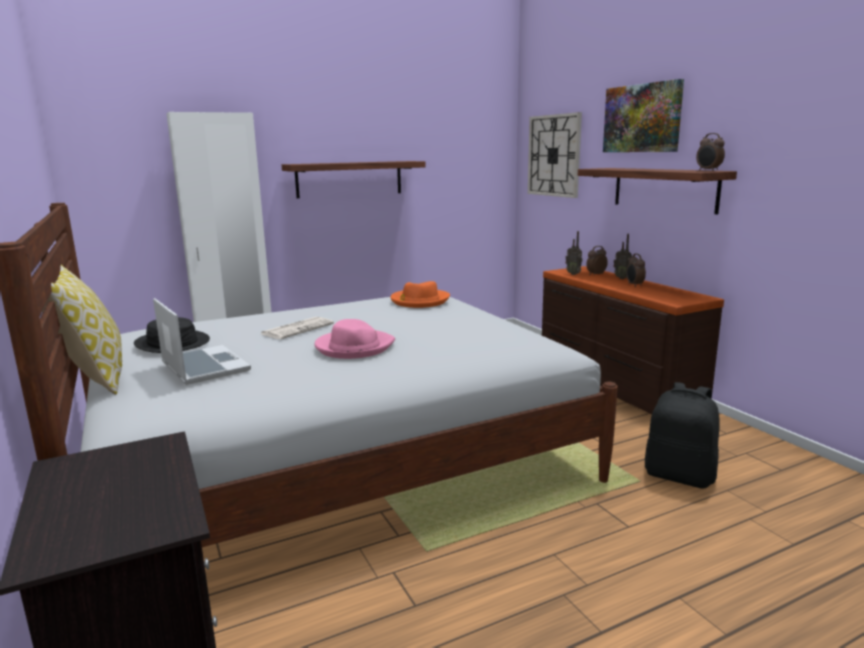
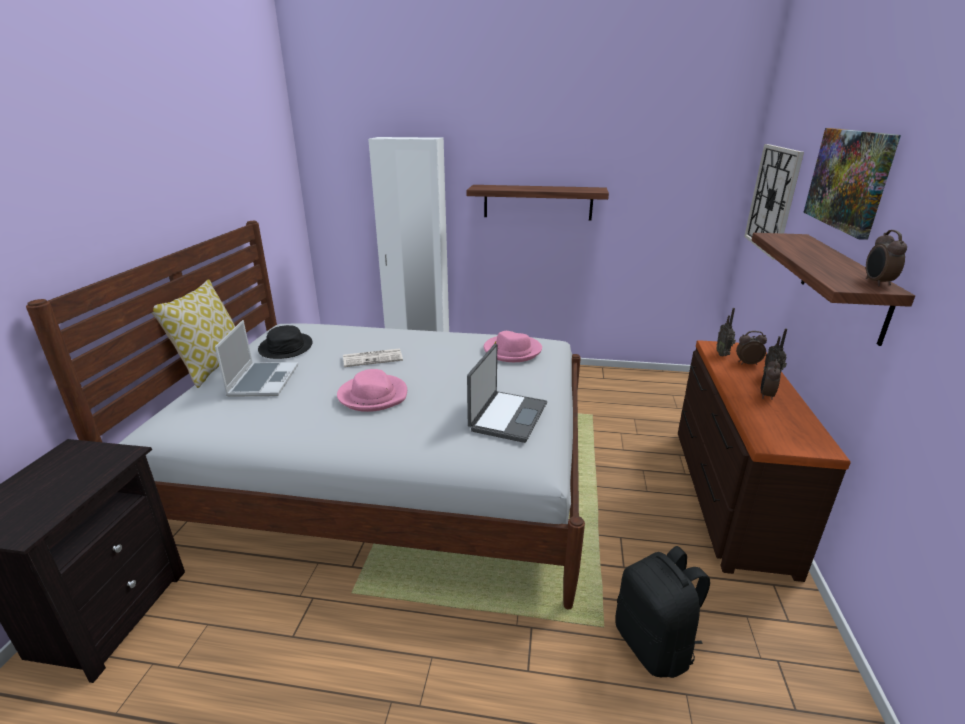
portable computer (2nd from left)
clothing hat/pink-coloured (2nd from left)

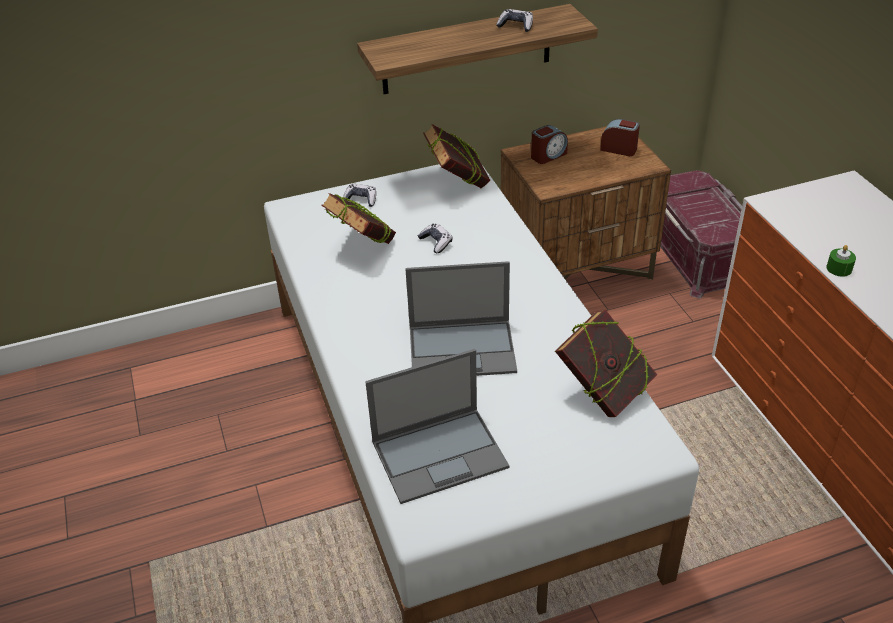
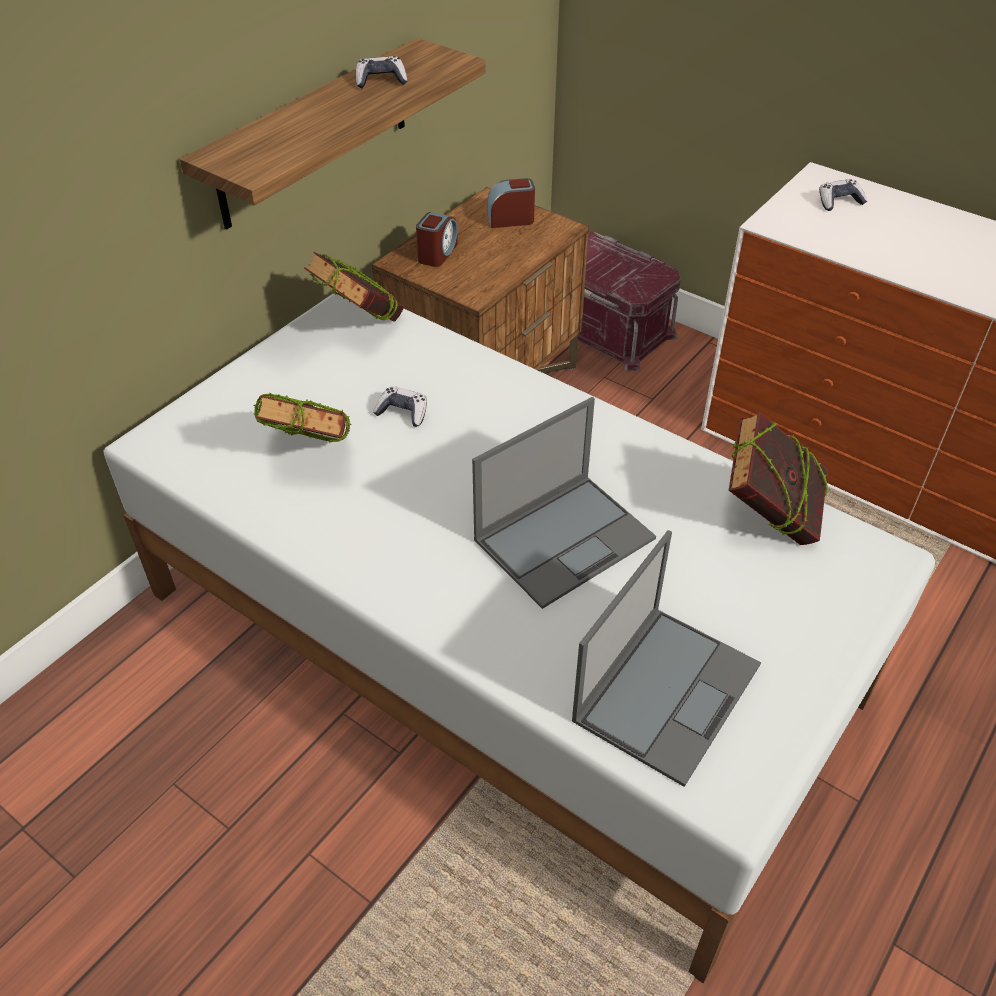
wax light/green-coloured
joypad (3rd from left)

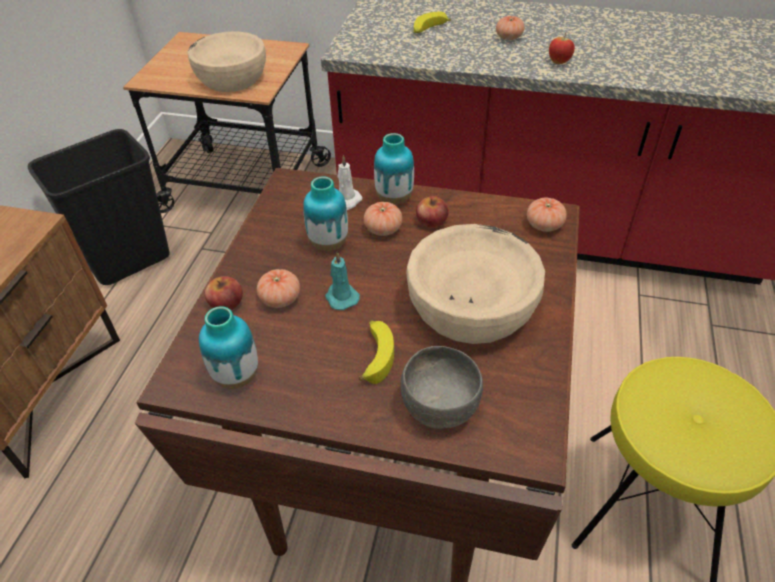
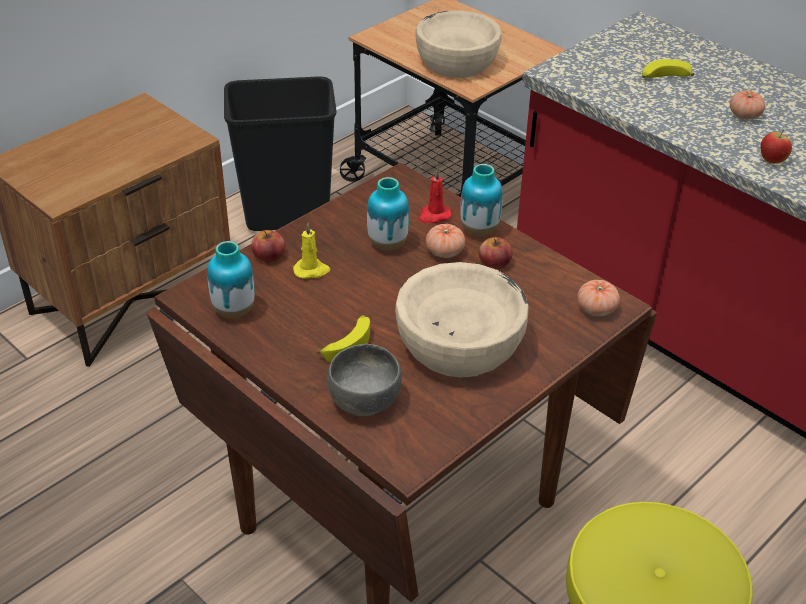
wax light/turquoise
wax light/yellow-coloured
wax light/red

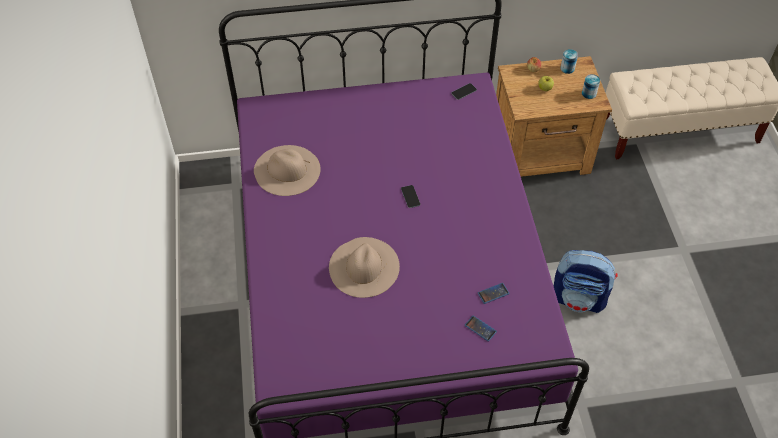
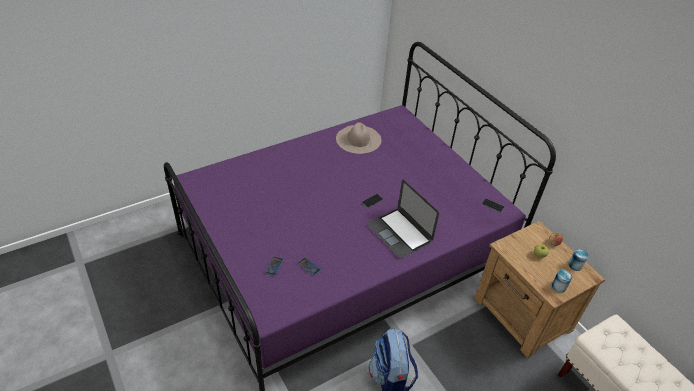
clothing hat/sand-coloured (2nd from left in the first image)
portable computer

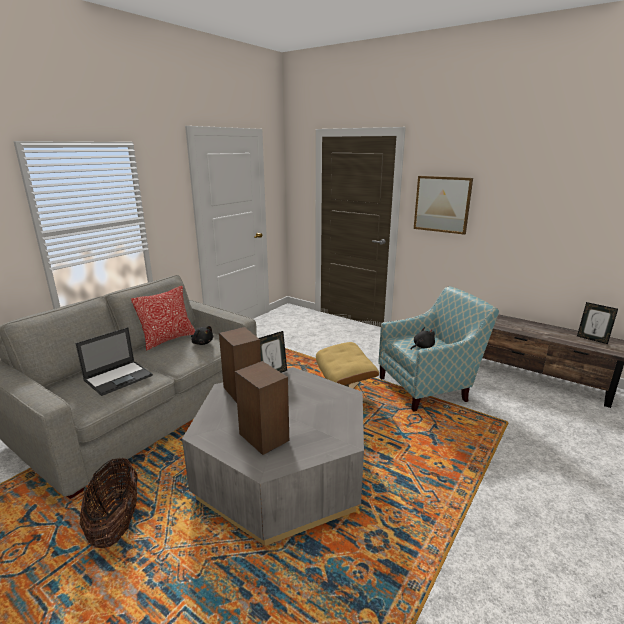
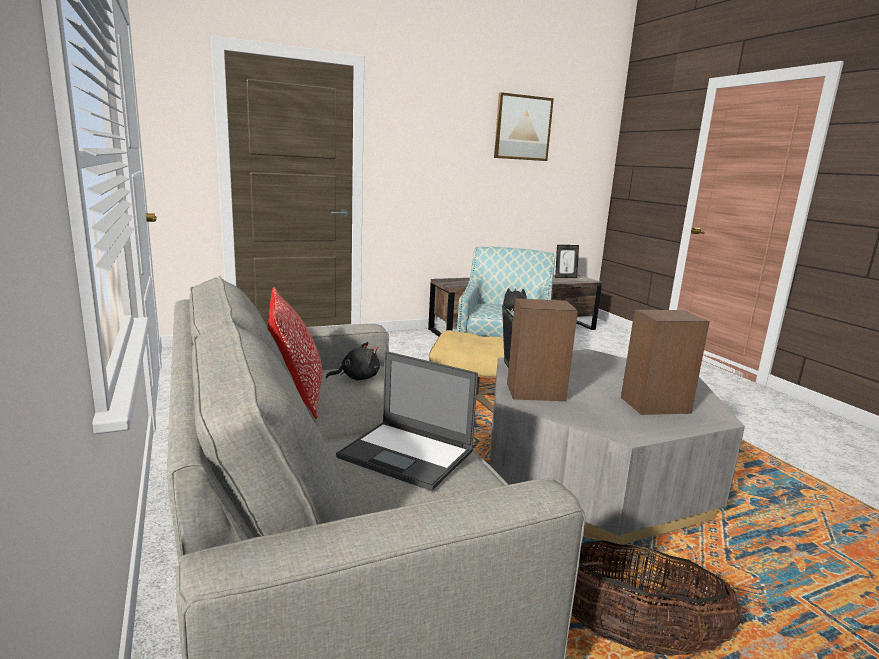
picture
portable computer

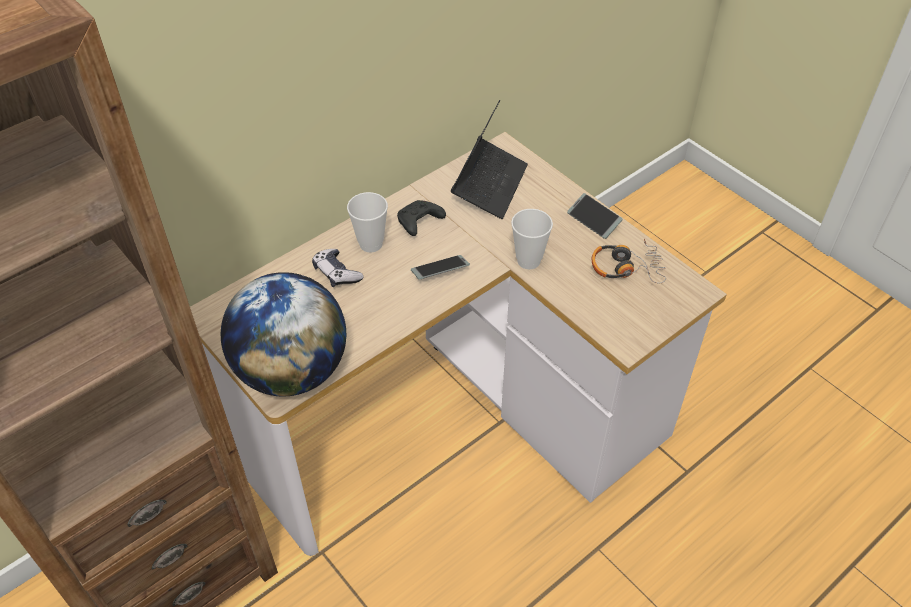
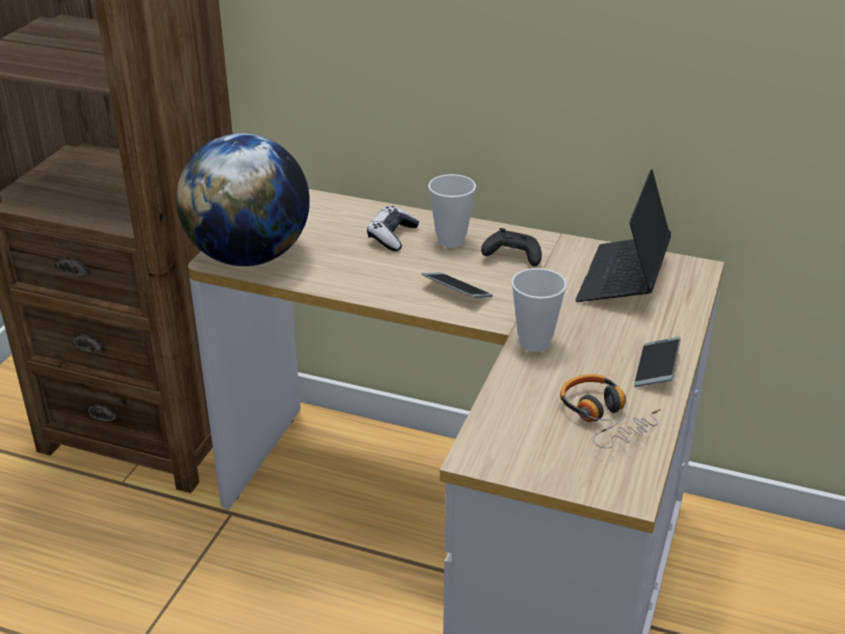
portable computer

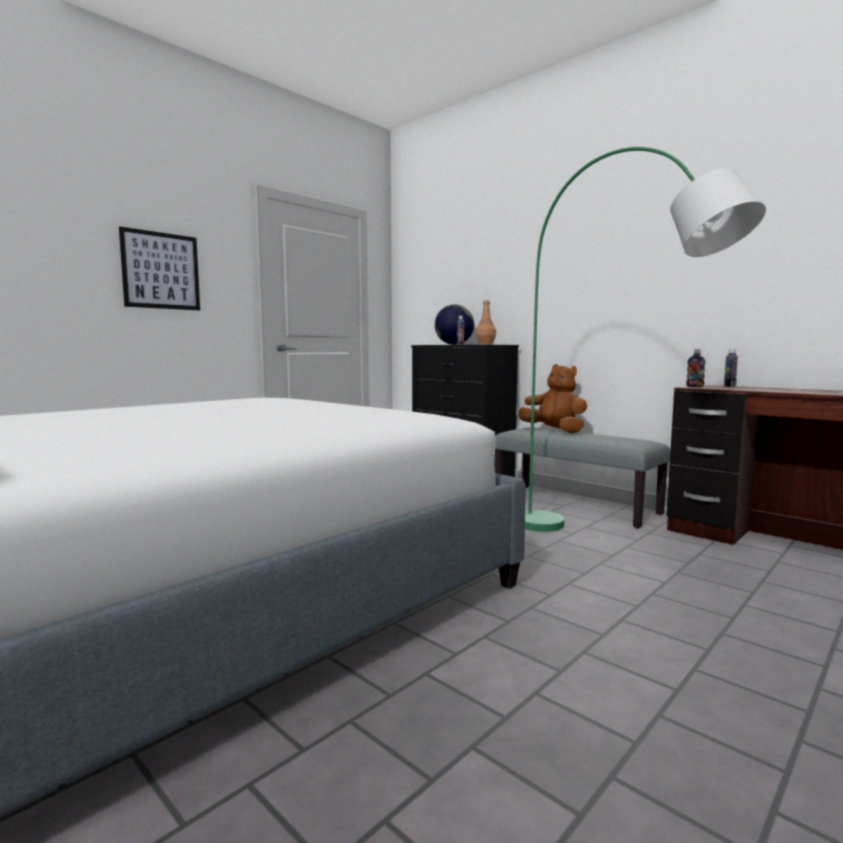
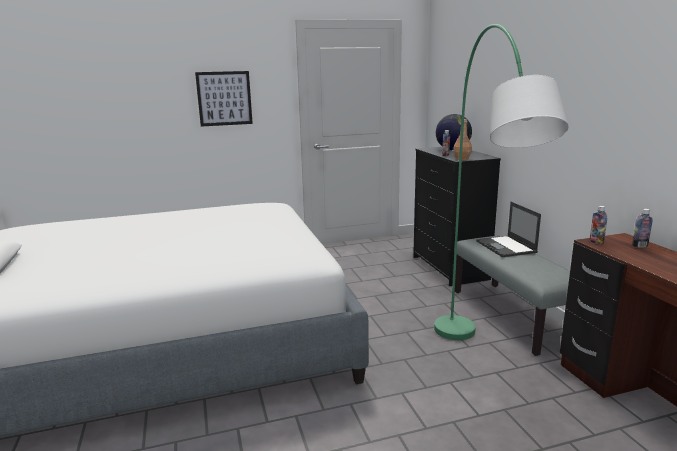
portable computer

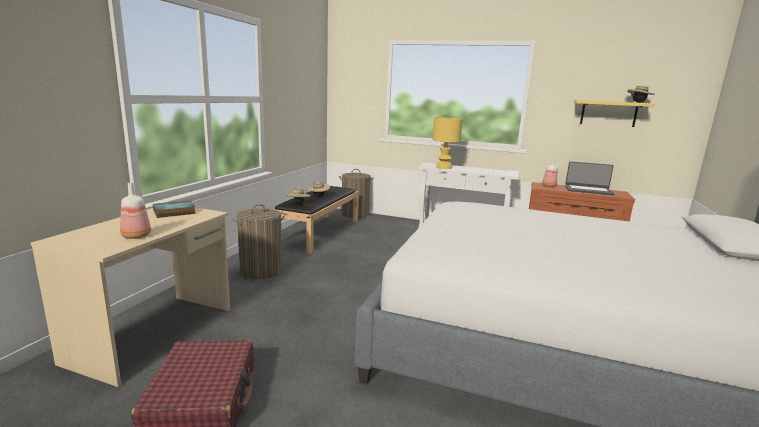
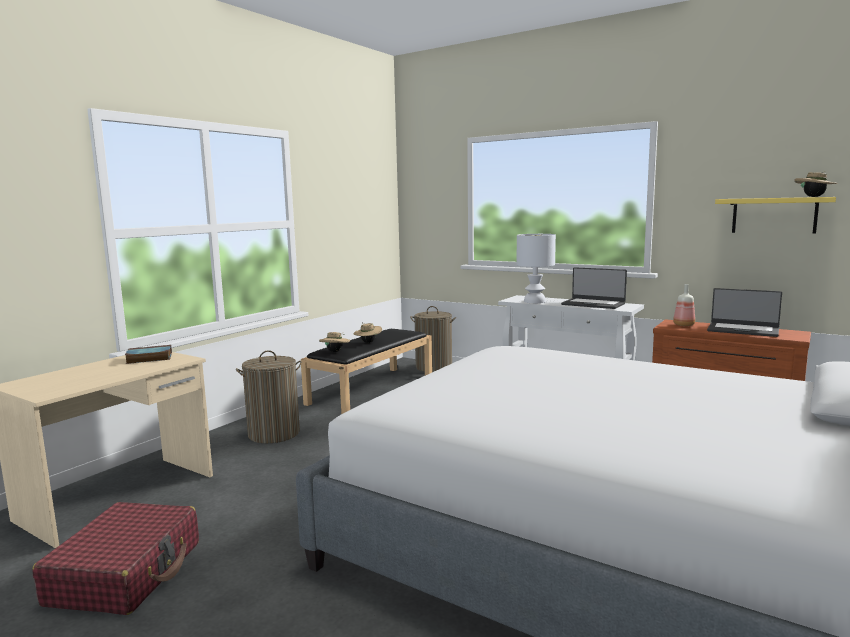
bottle (1st from left in the first image)
portable computer (1st from left)
lamp for a table/white-coloured

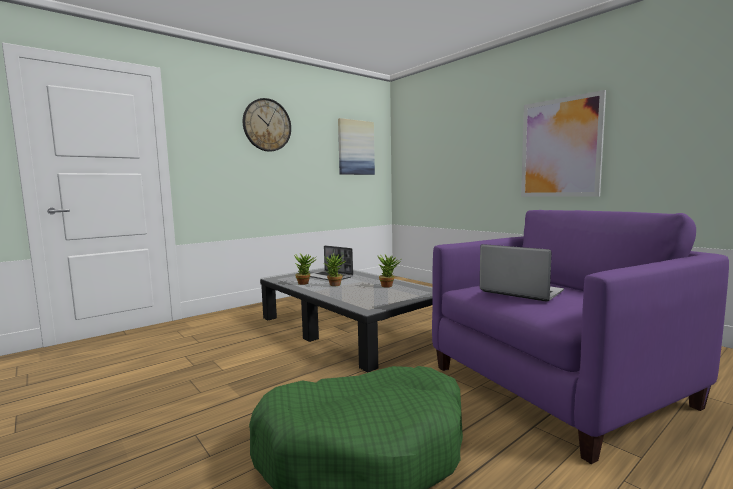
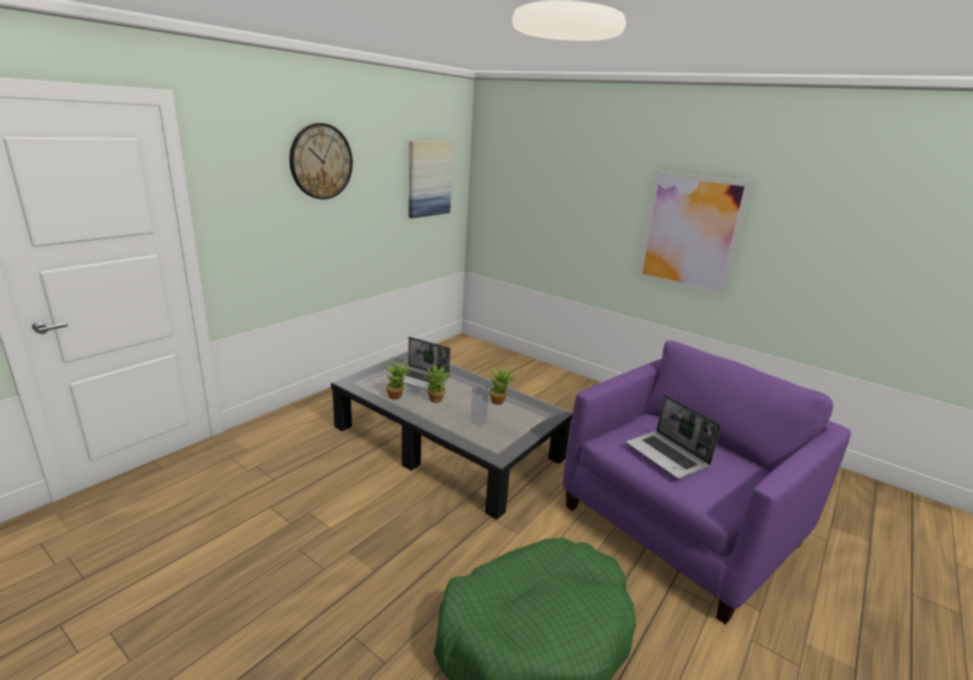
portable computer (2nd from left)

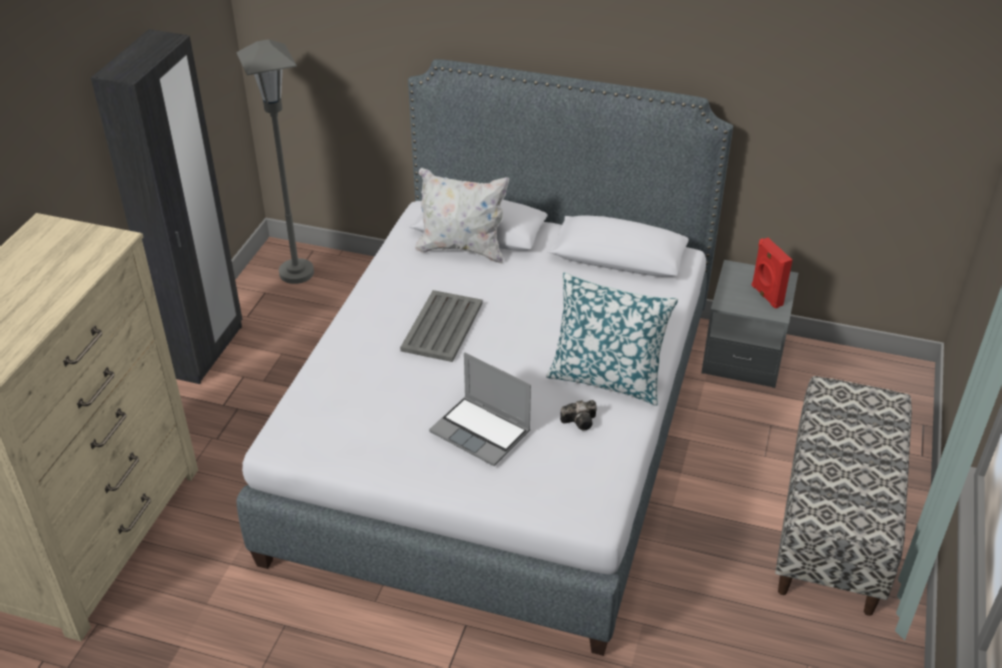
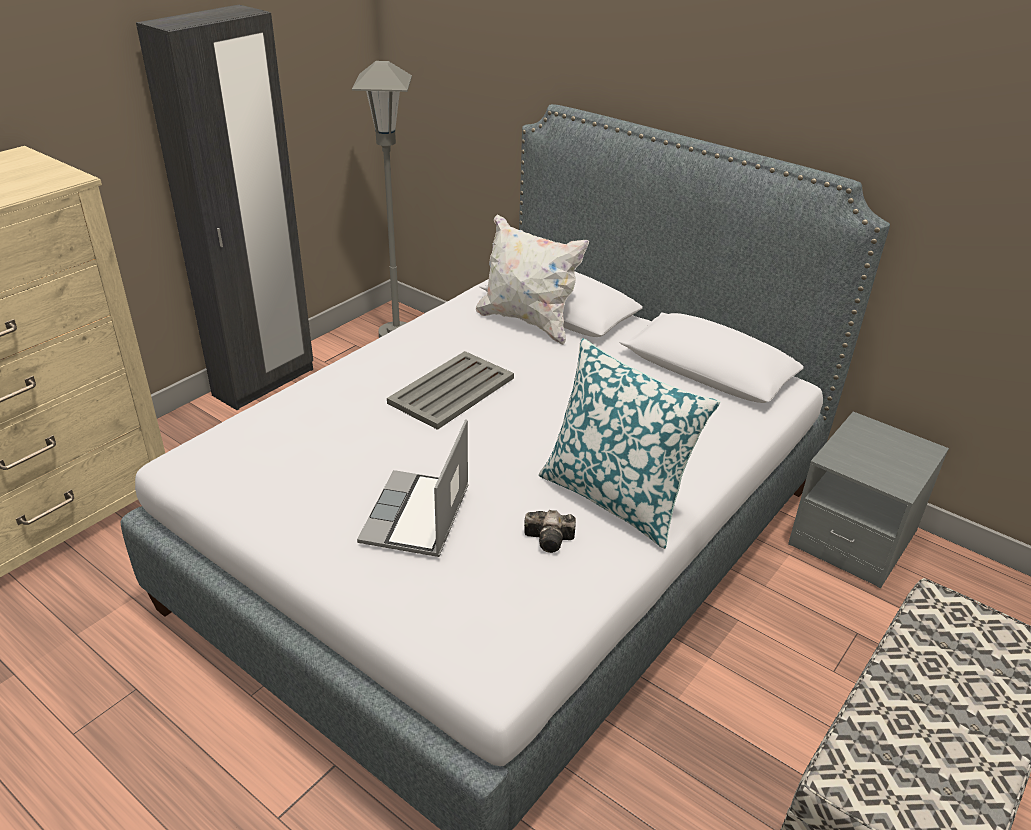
speaker/red
portable computer

